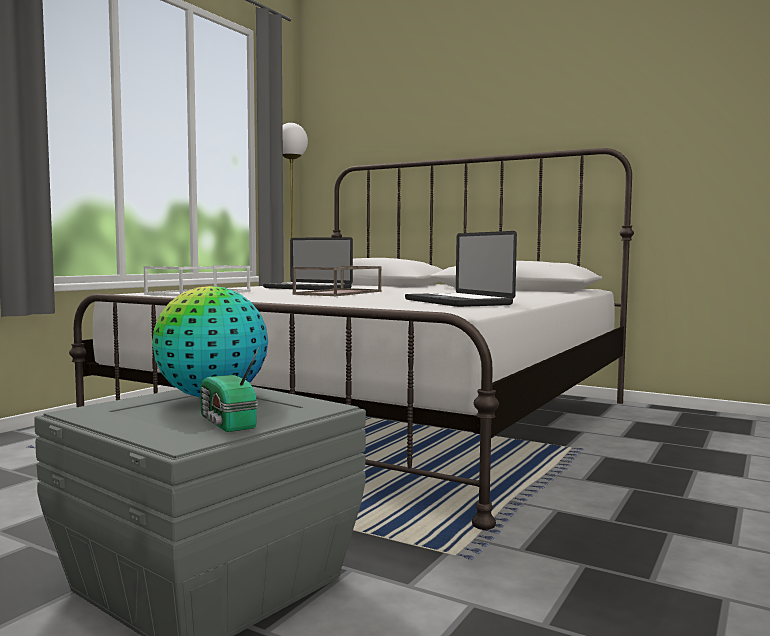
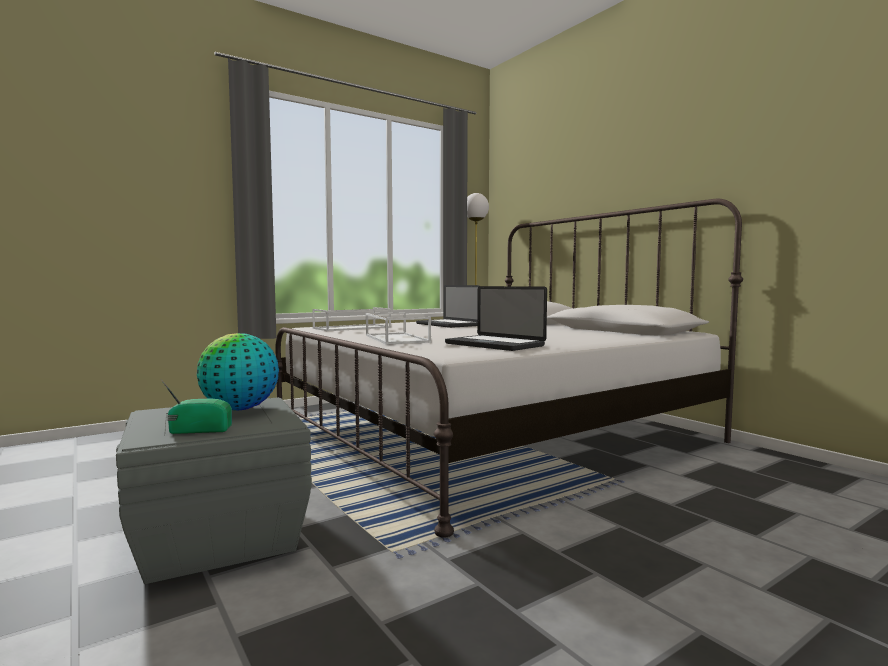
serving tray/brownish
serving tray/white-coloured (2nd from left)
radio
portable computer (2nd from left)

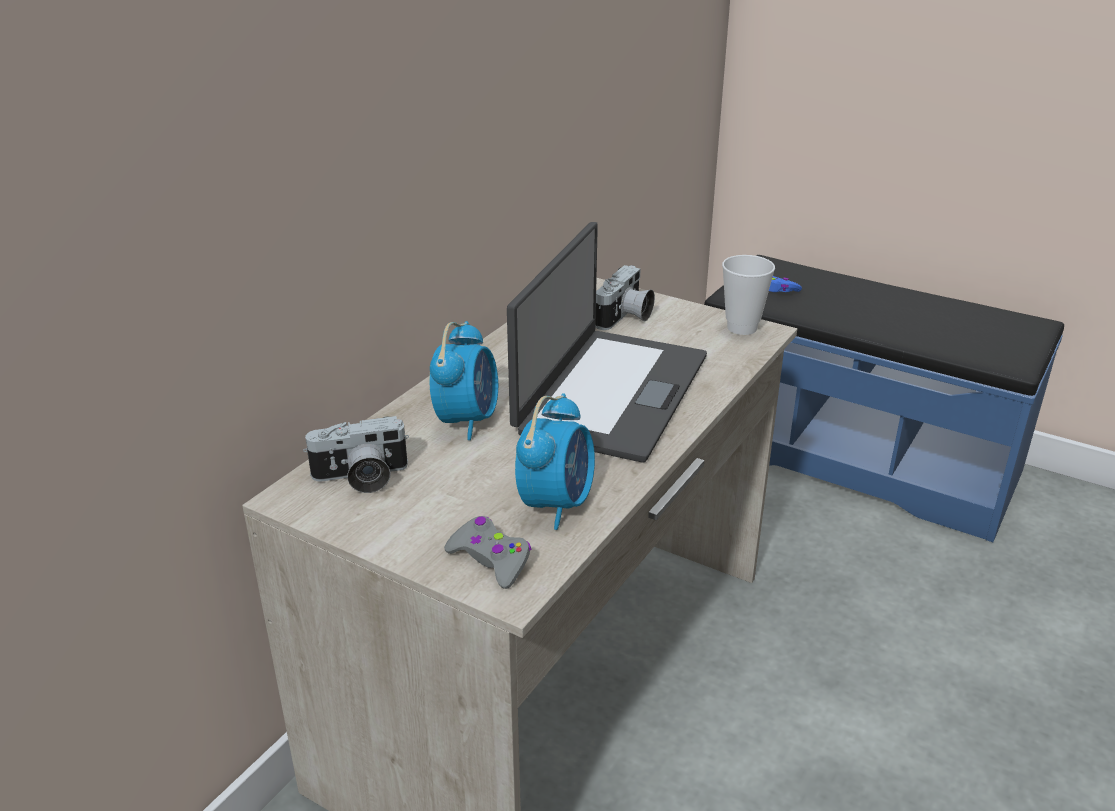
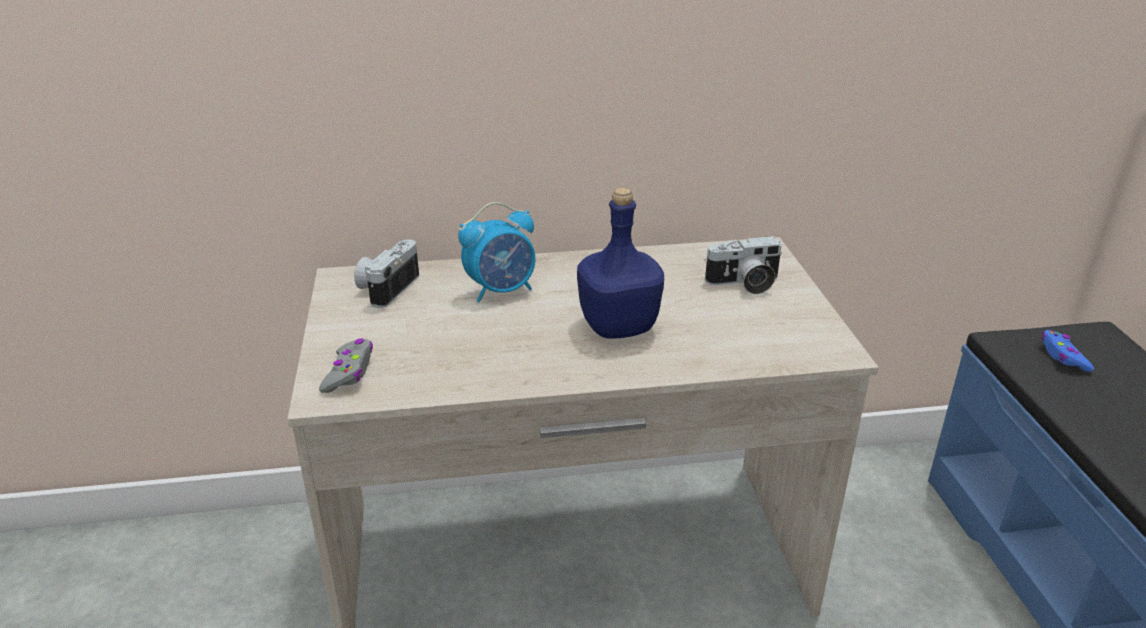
table clock (2nd from left in the first image)
drinking cup
bottle/blue-coloured
photo camera (1st from left)

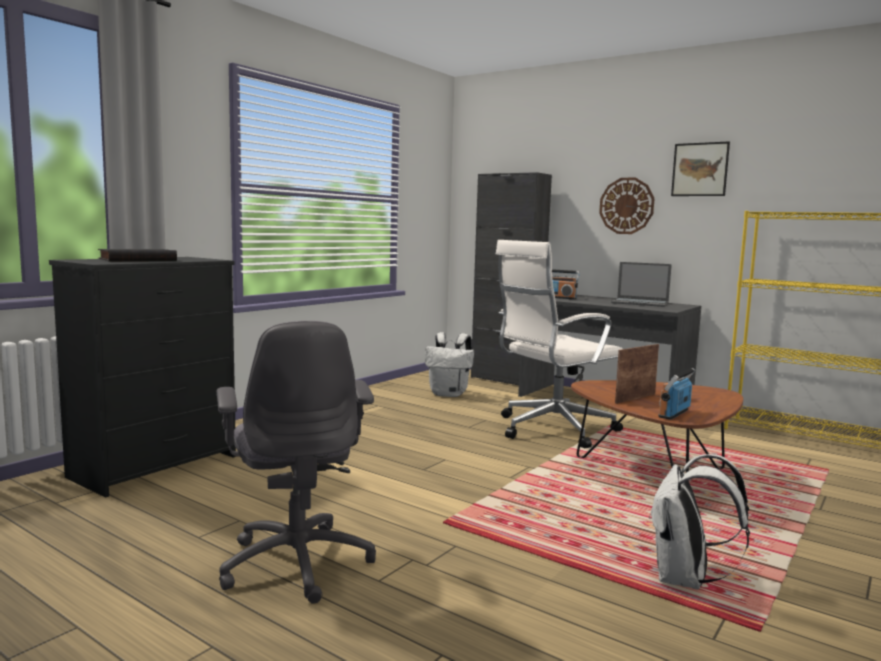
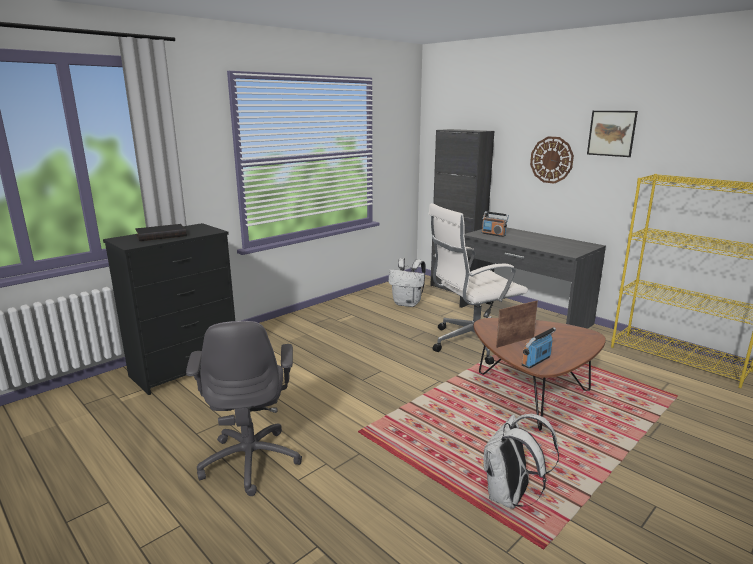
portable computer

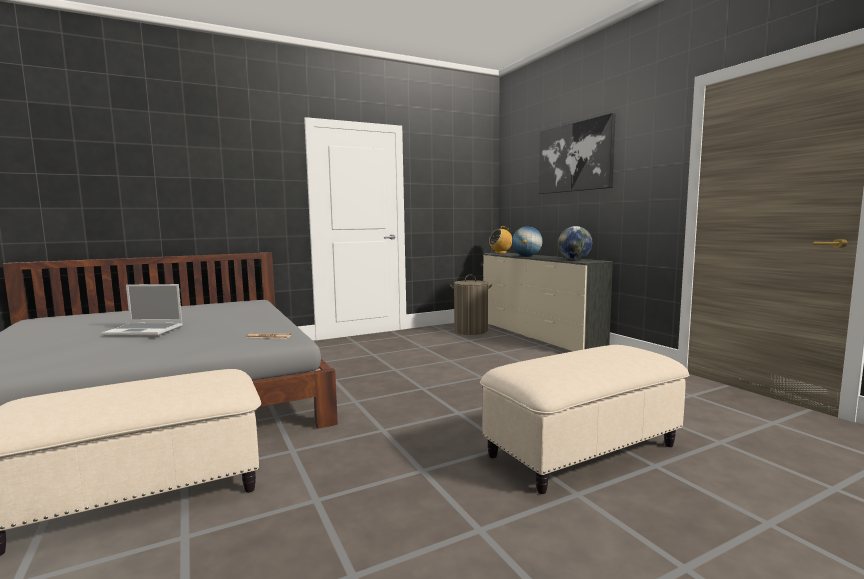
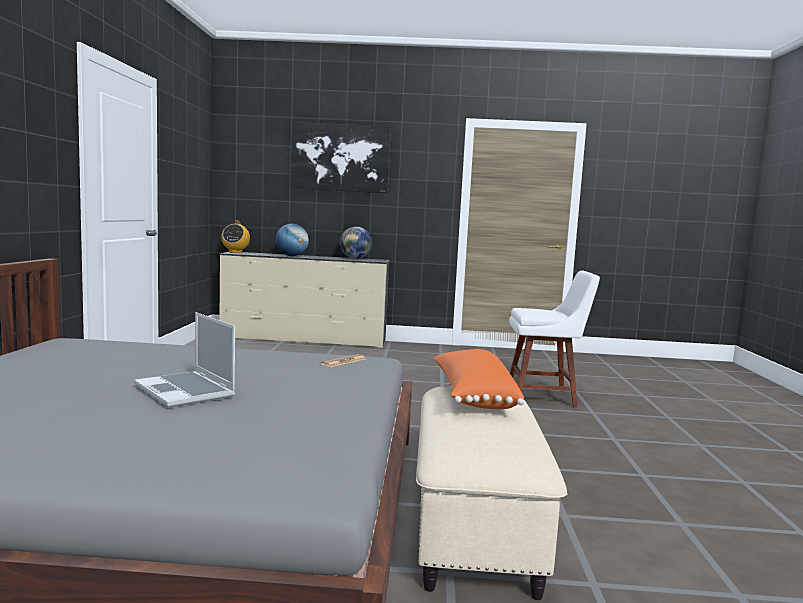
hamper
pillow/orange
chair/white-coloured
portable computer

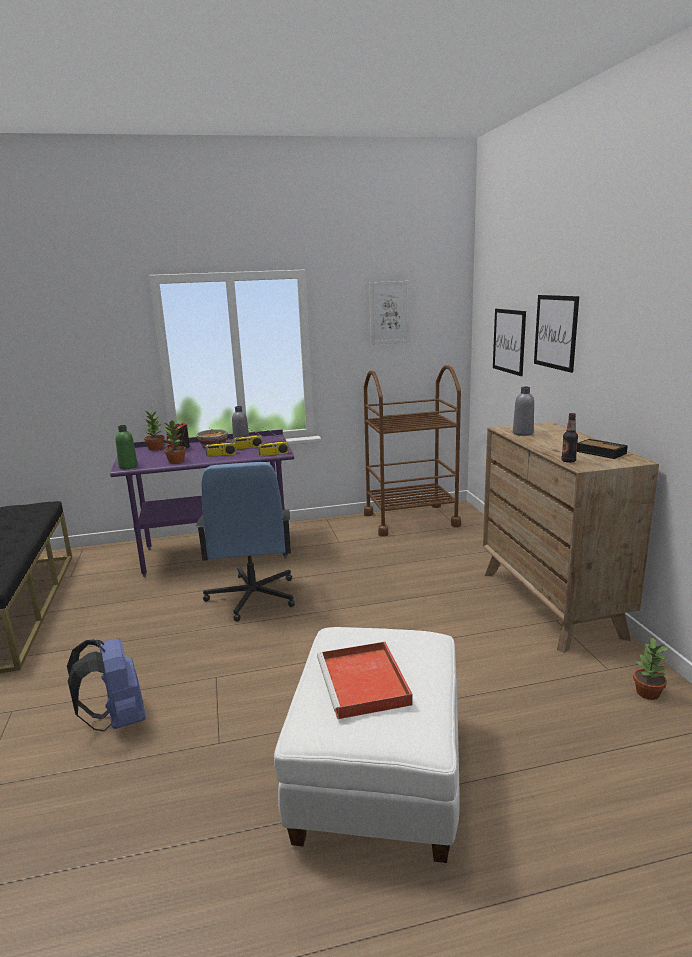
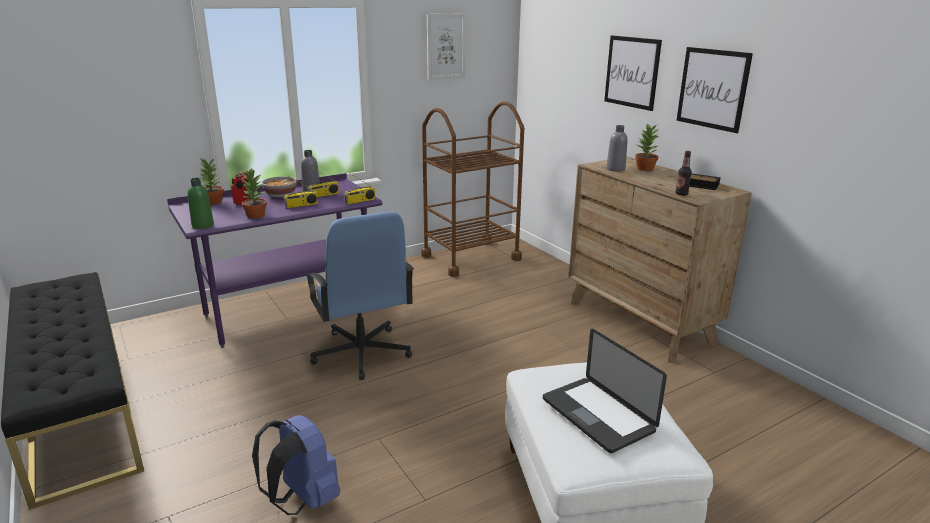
picture (3rd from left)
potted plant (3rd from left)
portable computer

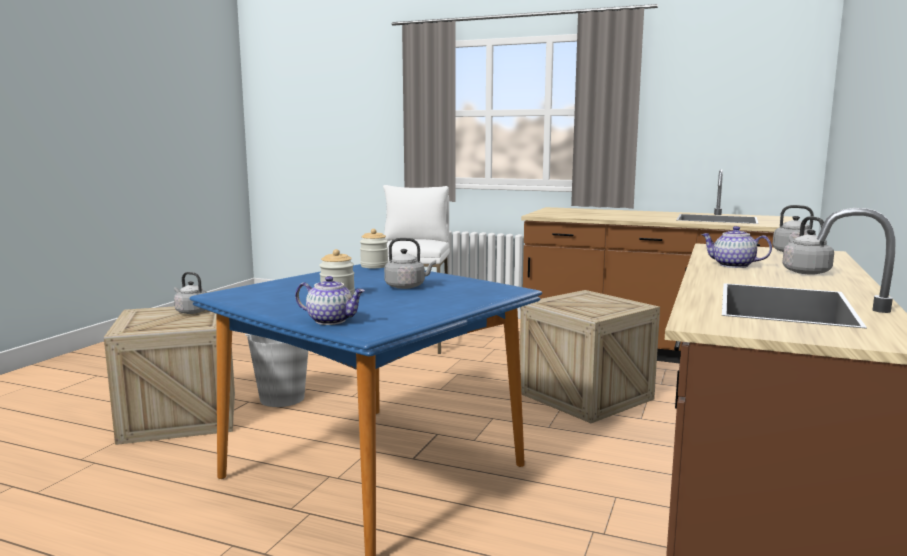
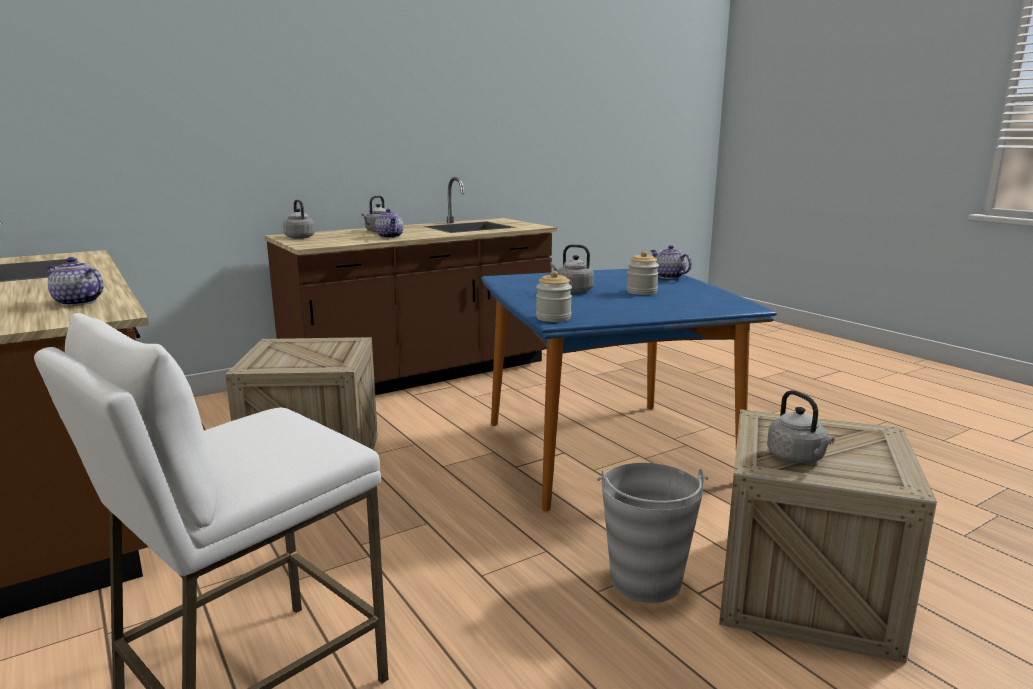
teapot (1st from left)

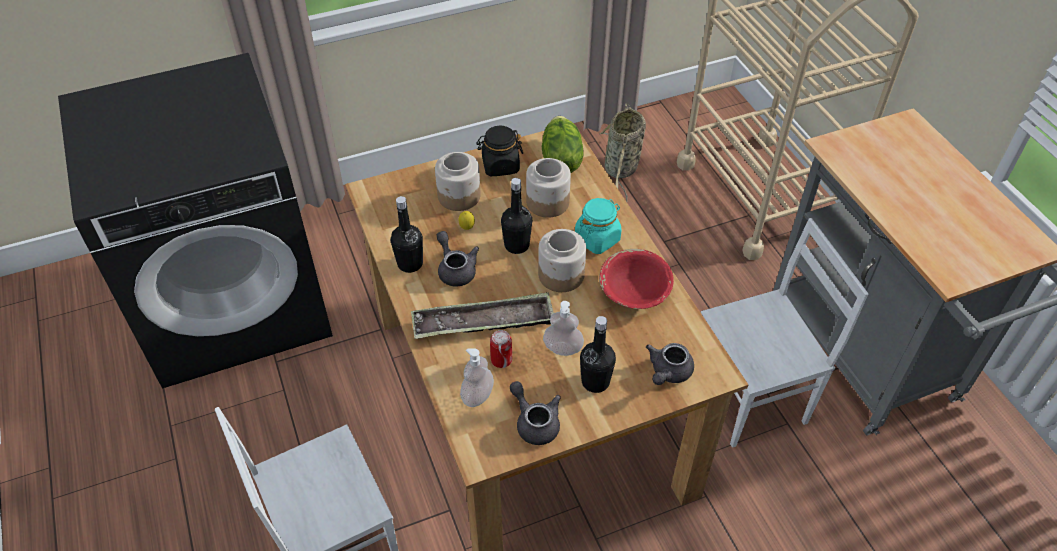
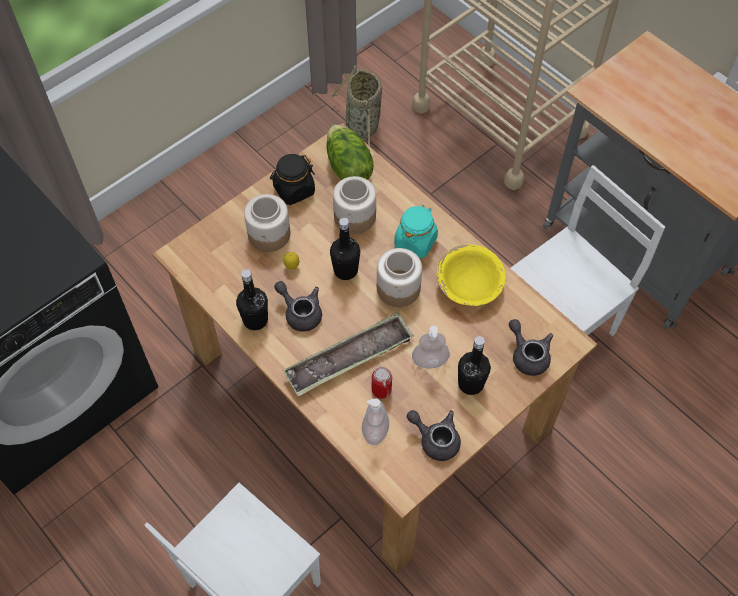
deep dish/yellow-coloured
teapot/gray (3rd from left)

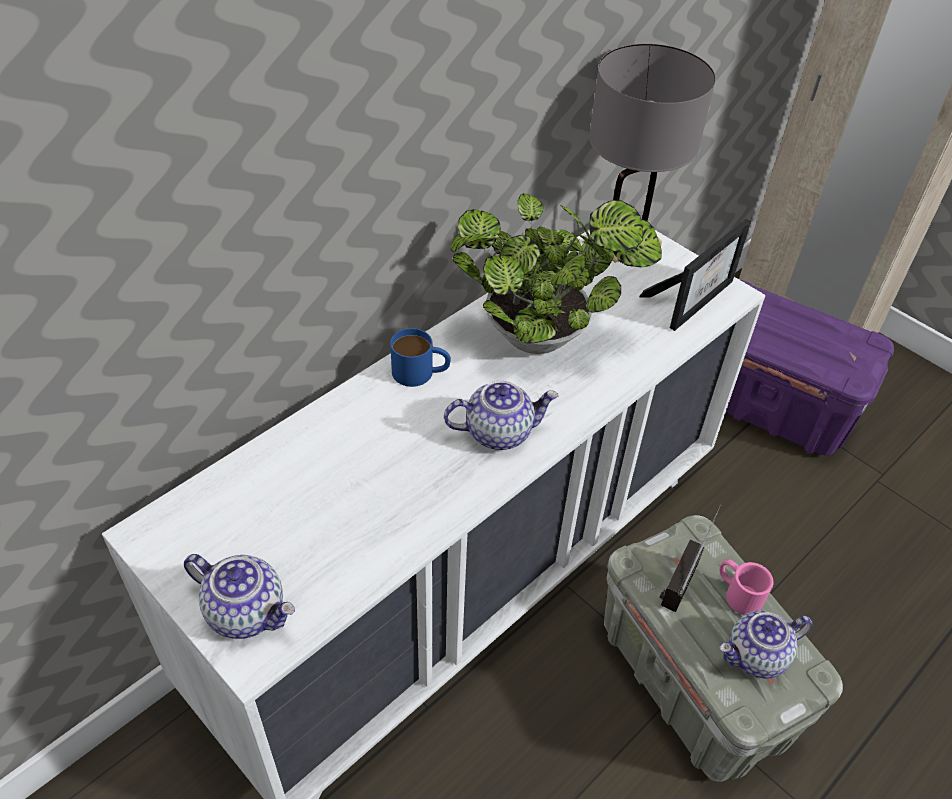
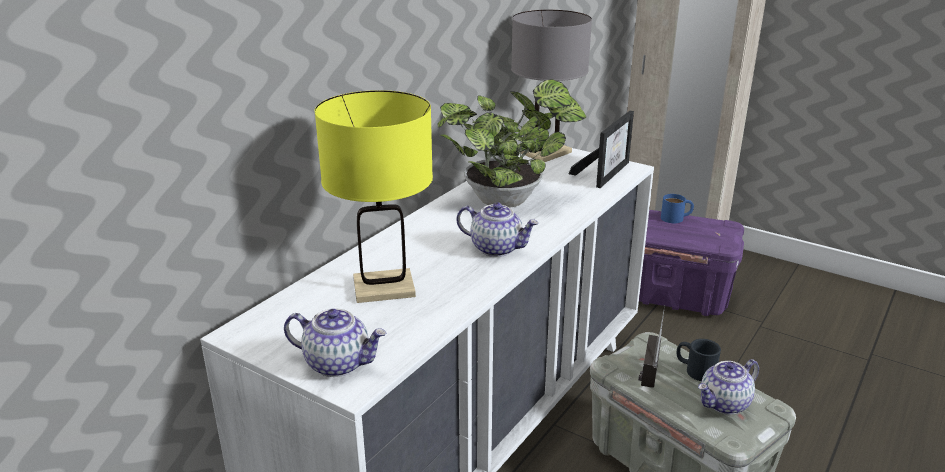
lamp for a table/yellow-coloured
tea mug/blue-coloured
tea mug/blackish
teapot (2nd from left)

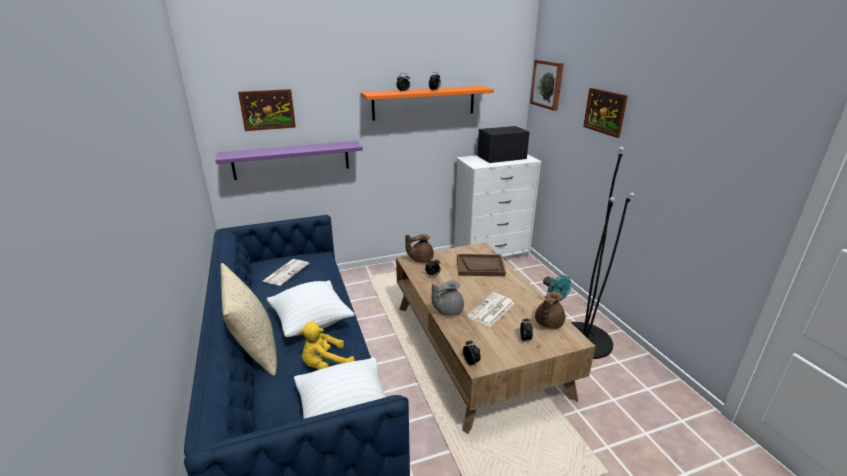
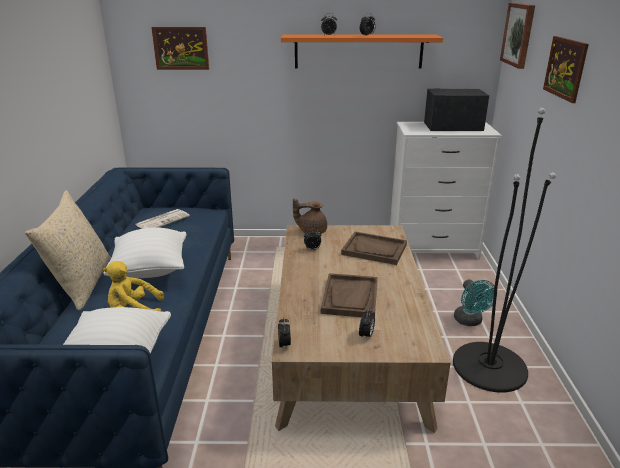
wall shelf/purplish
teapot/gray
teapot/brownish (2nd from left in the first image)
serving tray/brownish (1st from left)

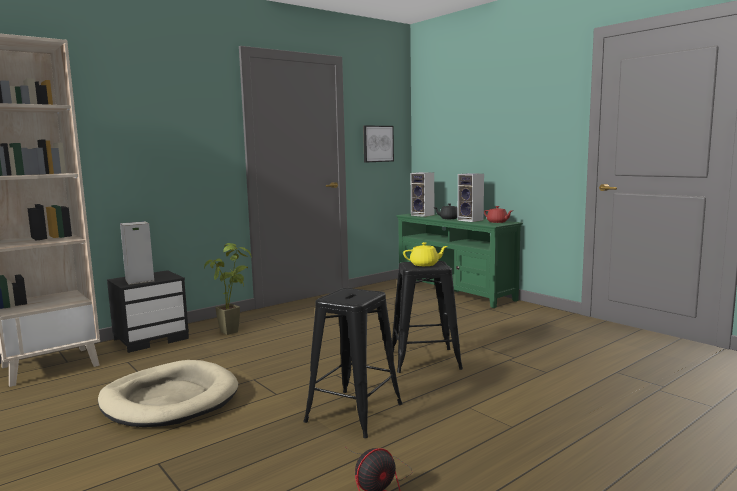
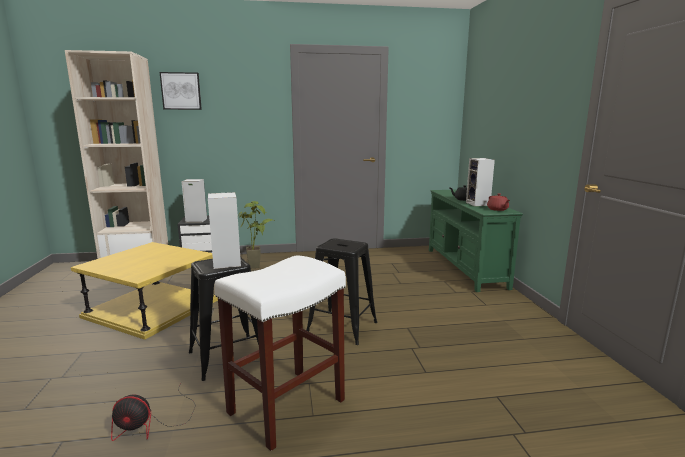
teapot/yellow-coloured
sitting stool/white-coloured
picture
speaker (2nd from left)
end table/yellow-coloured

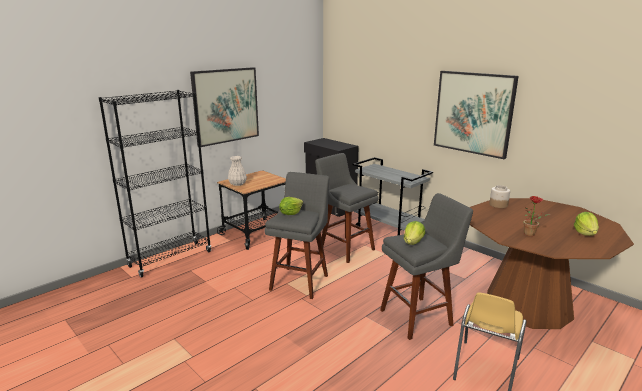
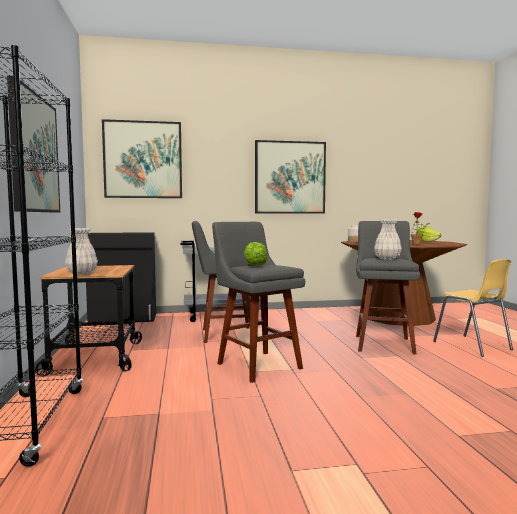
picture (2nd from left)
flower vase/white-coloured (2nd from left)

